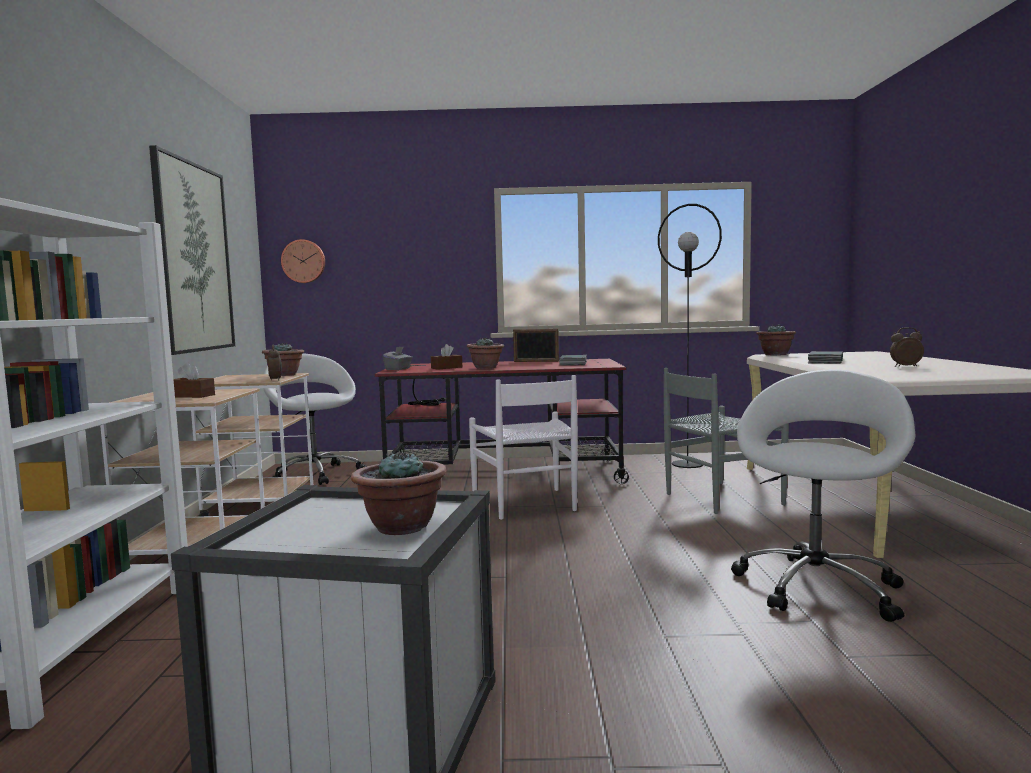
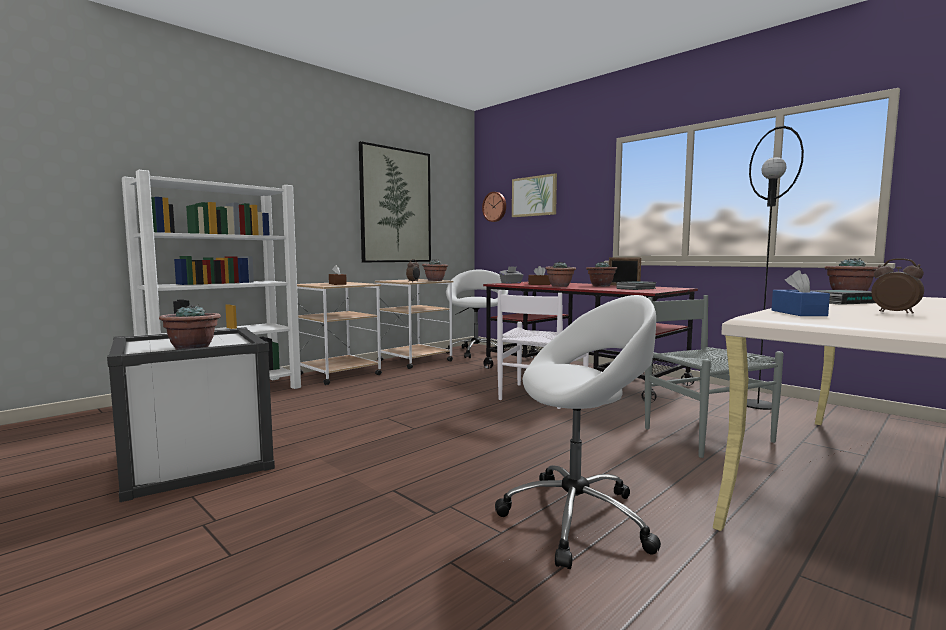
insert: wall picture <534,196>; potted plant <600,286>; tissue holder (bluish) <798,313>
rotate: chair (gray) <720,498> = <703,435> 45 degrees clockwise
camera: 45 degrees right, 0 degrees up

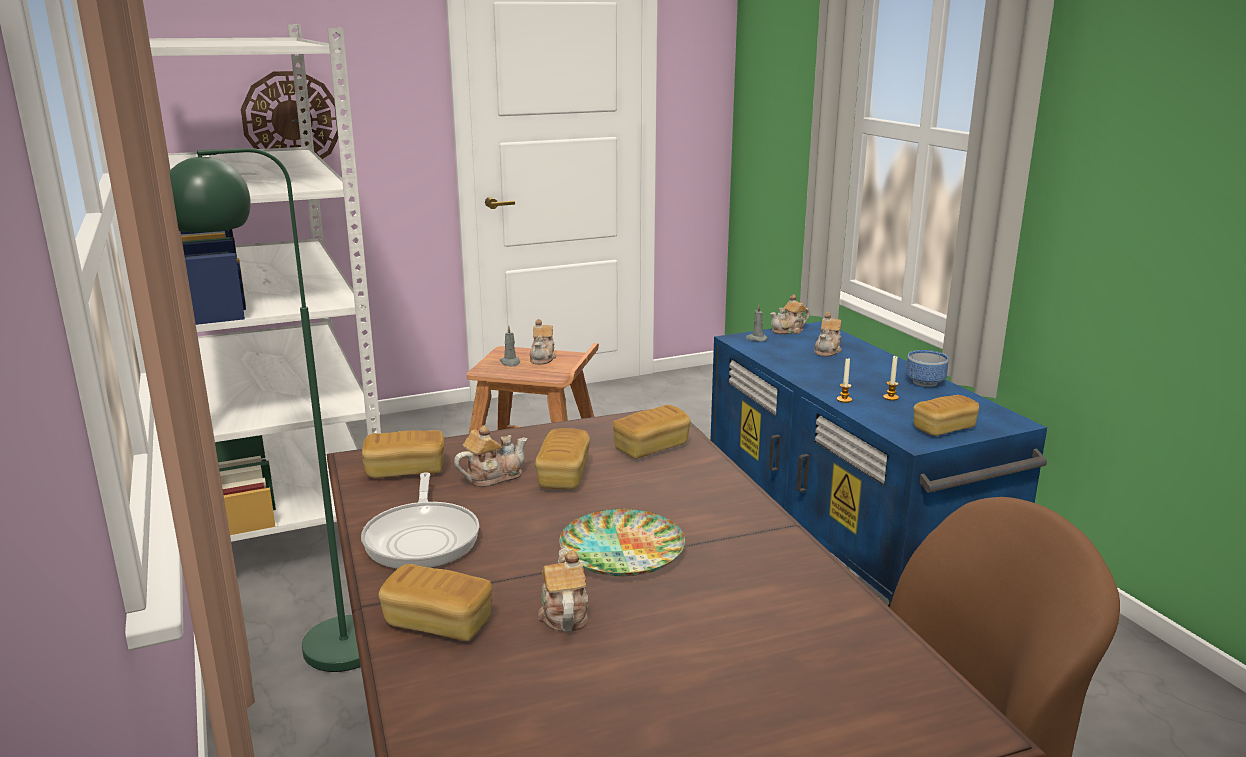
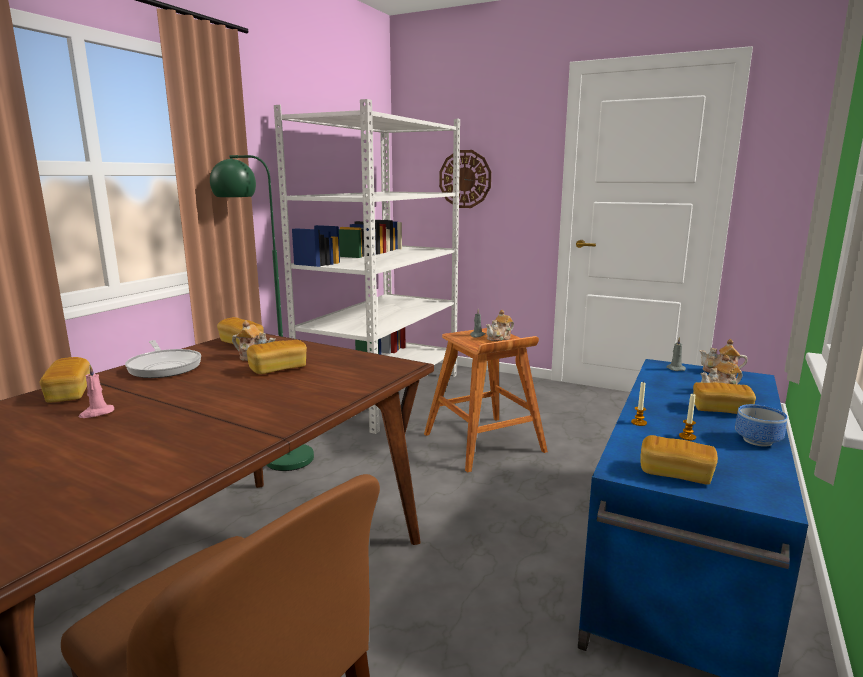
delete: flat dish <621,551>
move: baked bread <651,448> to <721,410>
replace: teapot <563,613> to wax candle (pink) <96,413>
rotate: frying pan <423,538> = <164,366> 75 degrees counterclockwise
camera: 50 degrees right, 5 degrees down

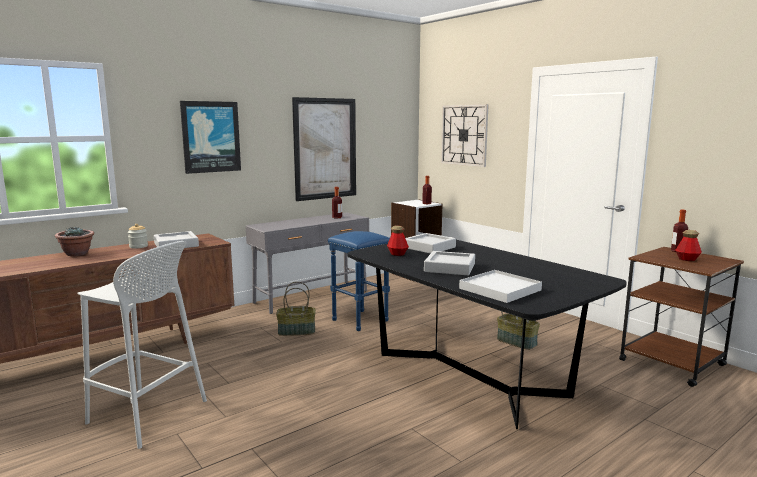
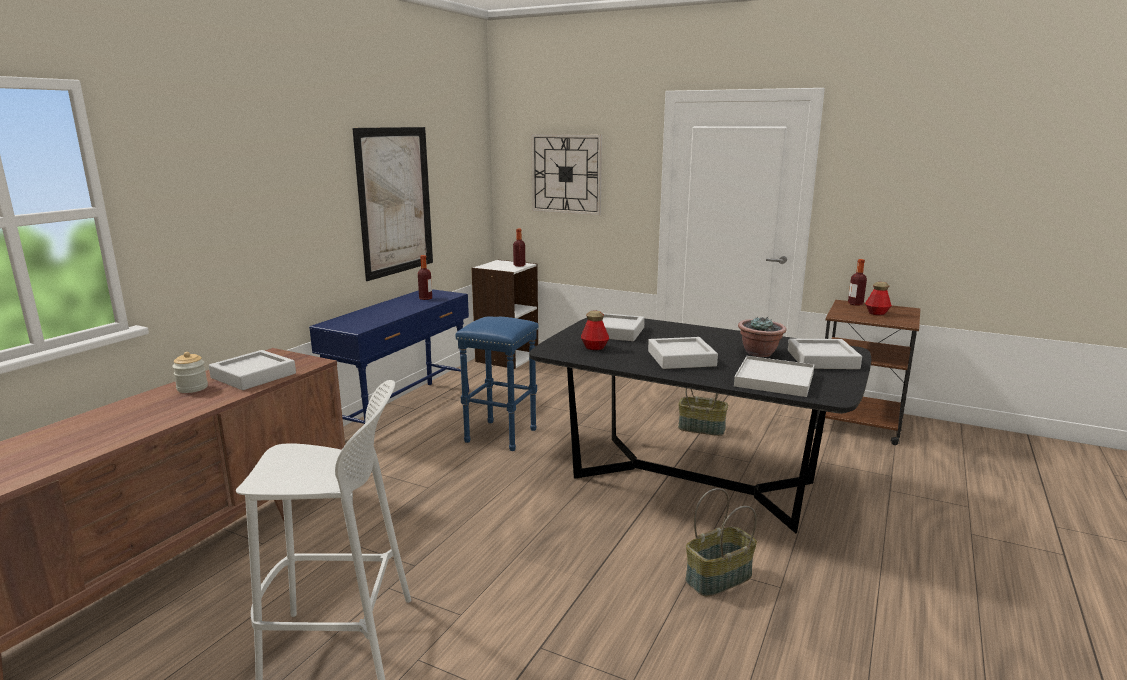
delete: wall picture <211,137>
insert: tray (gray) <822,359>
move: potted plant <77,254> to <759,353>; household basket <296,331> to <719,579>
recolor: narrow table (gray) <312,297> to narrow table (bluish) <404,413>
camera: 25 degrees left, 5 degrees up

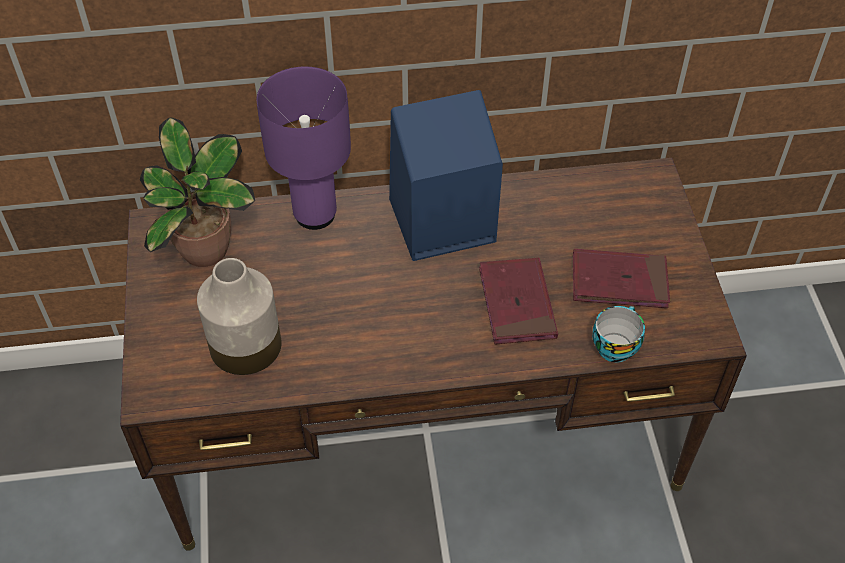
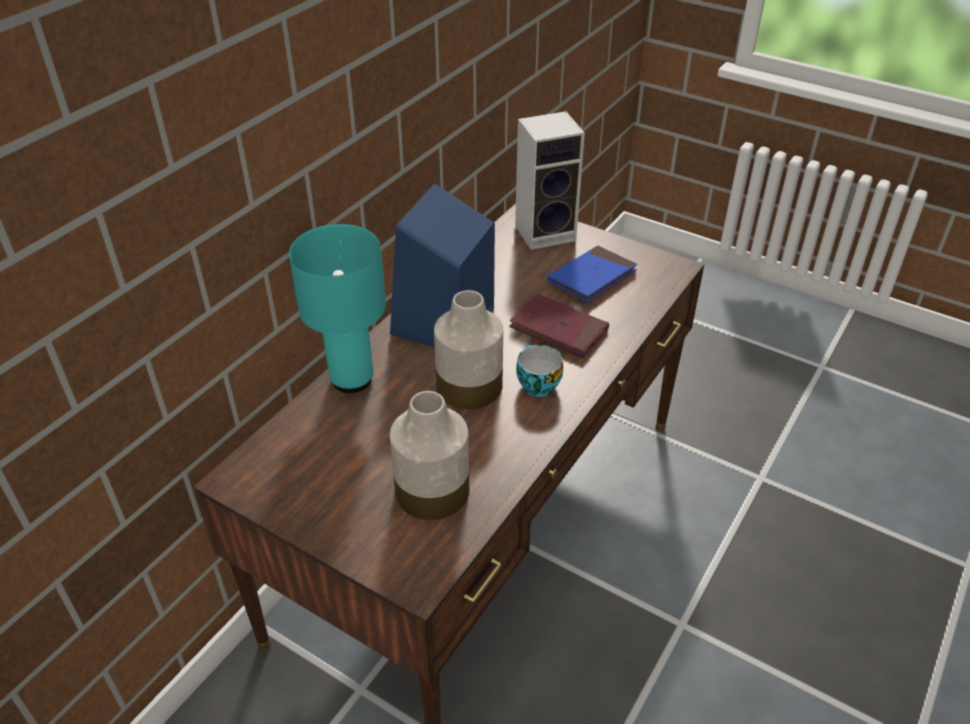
delete: potted plant <207,252>
insert: decorative vase (beige) <468,386>; speaker <547,232>
move: cup <614,345> to <536,385>
recolor: lamp for a table (purple-coloured) <315,214> to lamp for a table (blue-green) <351,379>; bound book (red-coloured) <619,282> to bound book (bluish) <592,277>
camera: 50 degrees left, 10 degrees down

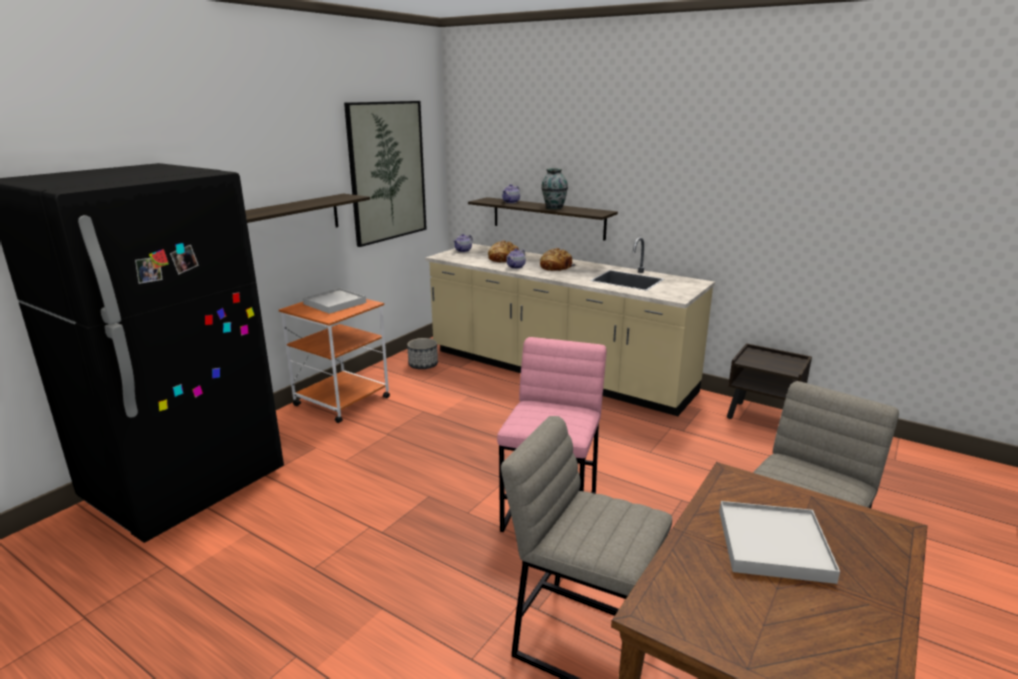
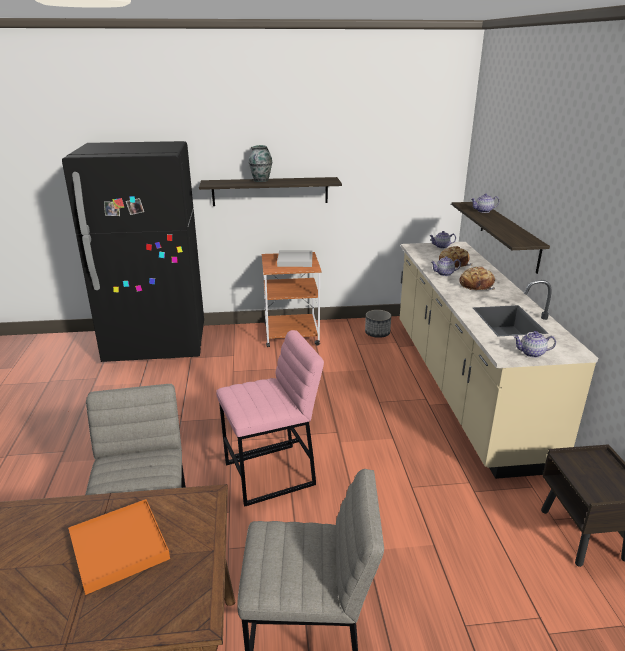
delete: wall picture <387,172>
insert: teapot <531,353>
move: decorative vase <554,207> to <261,180>
recolor: tray (whitish) <773,545> to tray (orange-coloured) <119,547>
camera: 50 degrees right, 5 degrees up

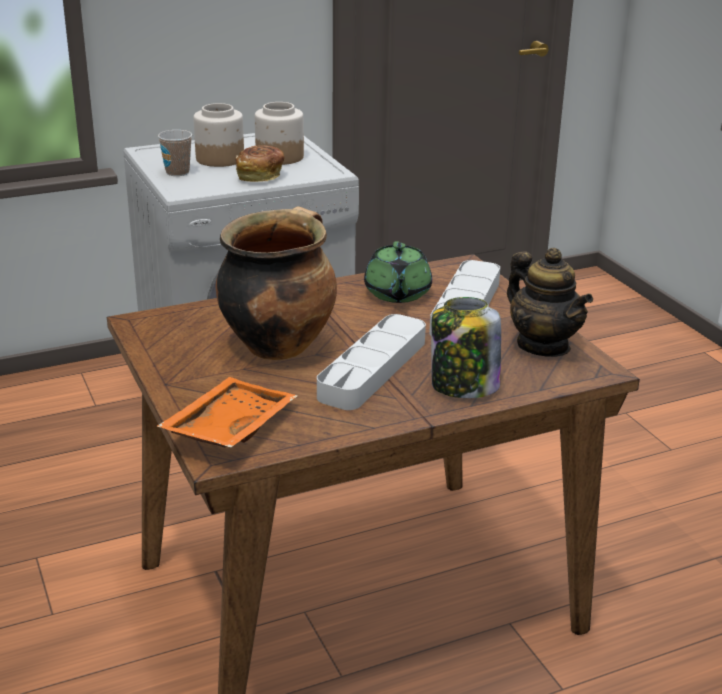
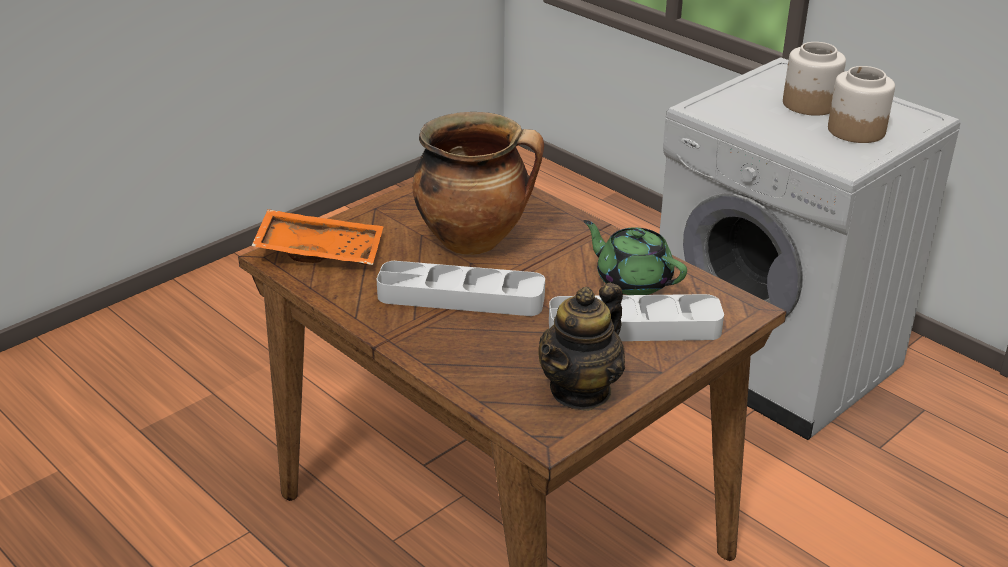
delete: cup <177,172>; baked bread <260,176>; storage jar <463,386>
rotate: teapot (green) <397,294> = <632,280> 60 degrees clockwise
camera: 70 degrees right, 5 degrees up

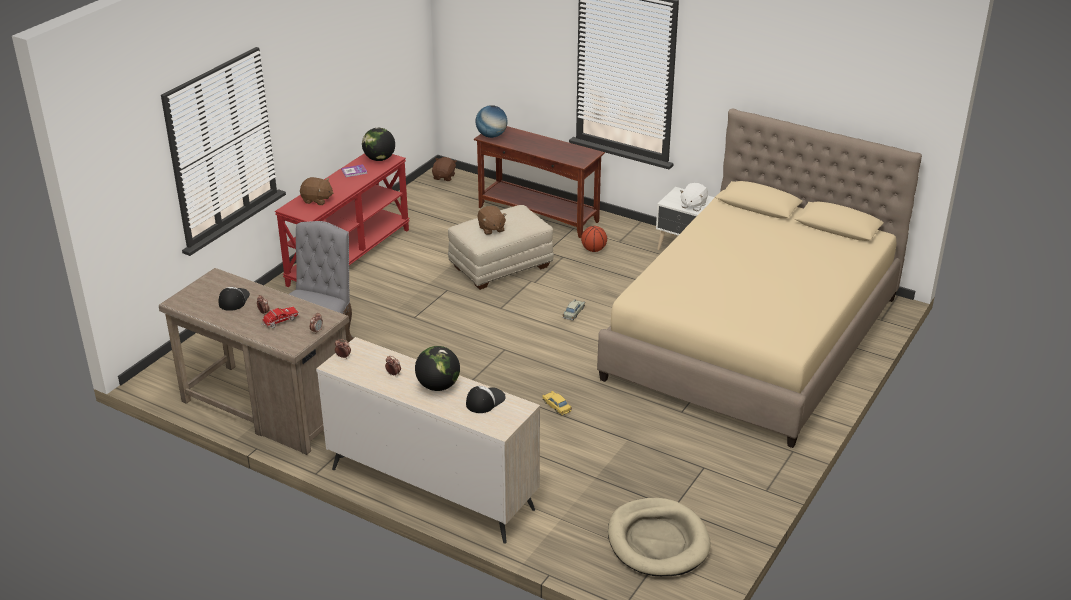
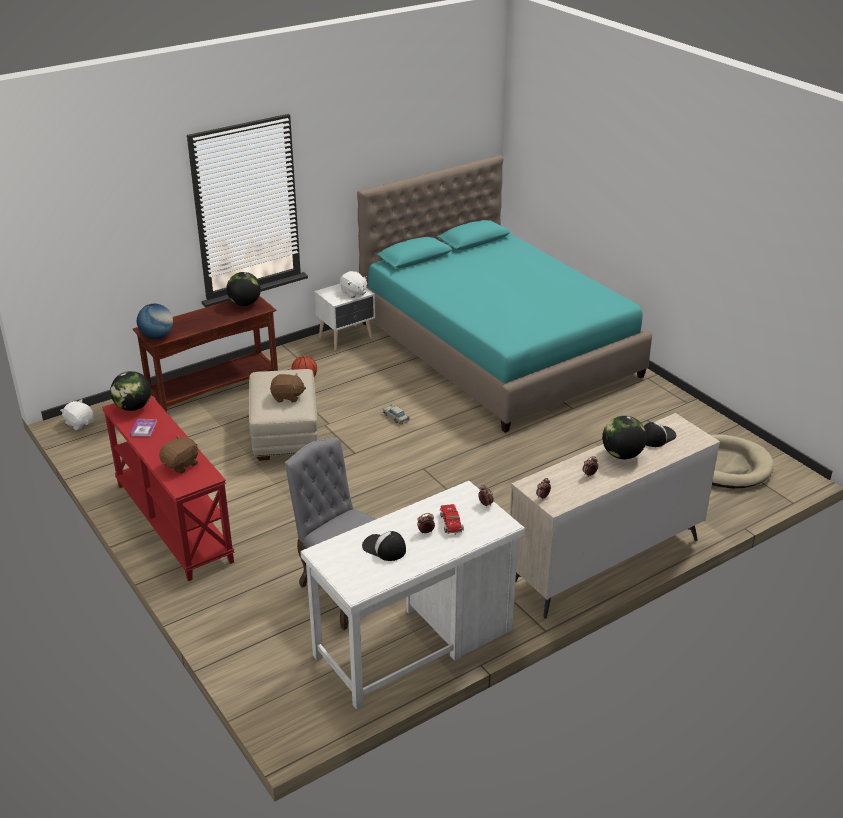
delete: miniature car (yellow-coloured) <556,406>
insert: world globe <245,304>
recolor: desk unit (brown) <266,408> to desk unit (whitish) <414,644>; soft toy (brown) <444,177> to soft toy (whitish) <79,423>; sleeping bed (beige) <754,337> to sleeping bed (blue-green) <497,348>
rotate: peaked cap <485,401> = <657,437> 75 degrees clockwise
camera: 65 degrees left, 0 degrees up

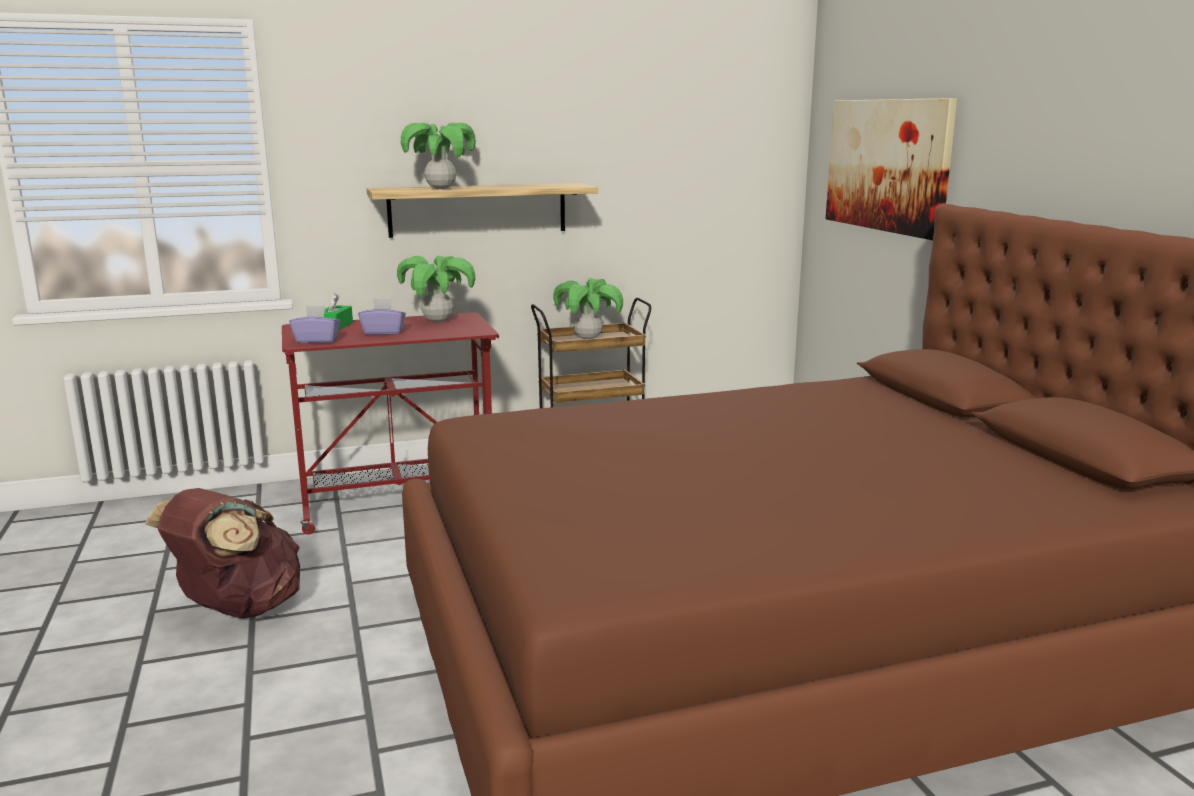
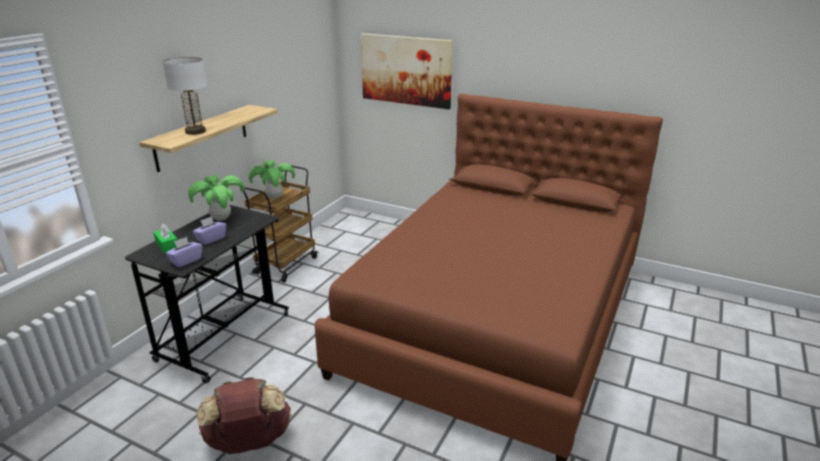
replace: potted plant <441,188> to lamp for a table <195,131>
recolor: desk unit (red-coloured) <400,501> to desk unit (black) <224,336>
camera: 45 degrees left, 10 degrees up

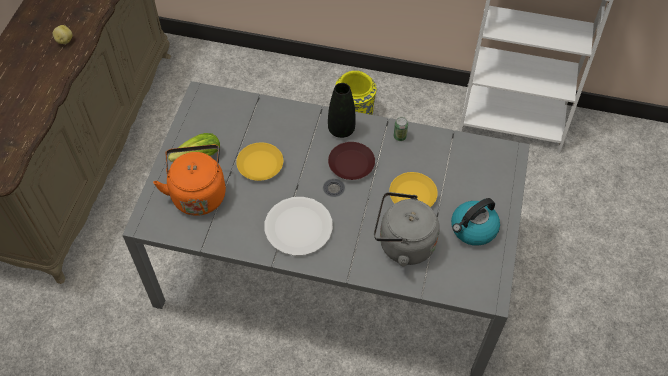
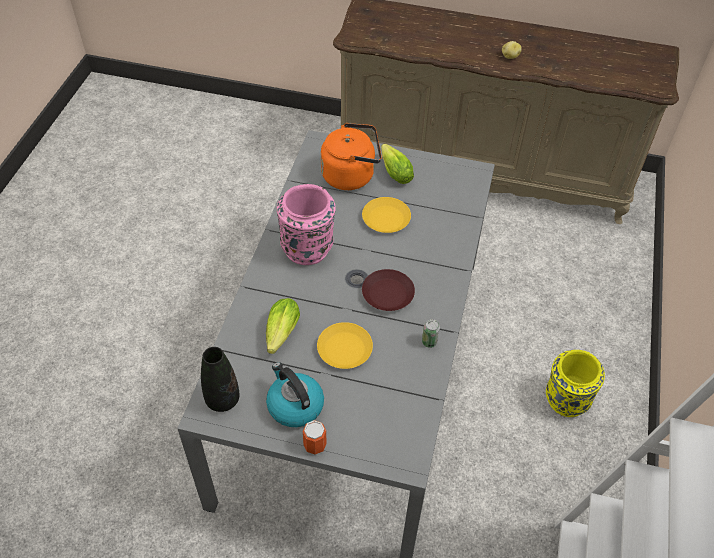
insert: sealed can <315,445>
move: decorative vase (black) <341,130> to <222,400>
replace: flat dish (whitish) <298,227> to decorative vase (pink) <308,248>; tea kettle (gray) <402,244> to head of lettuce <280,335>
camera: 90 degrees right, 5 degrees down

